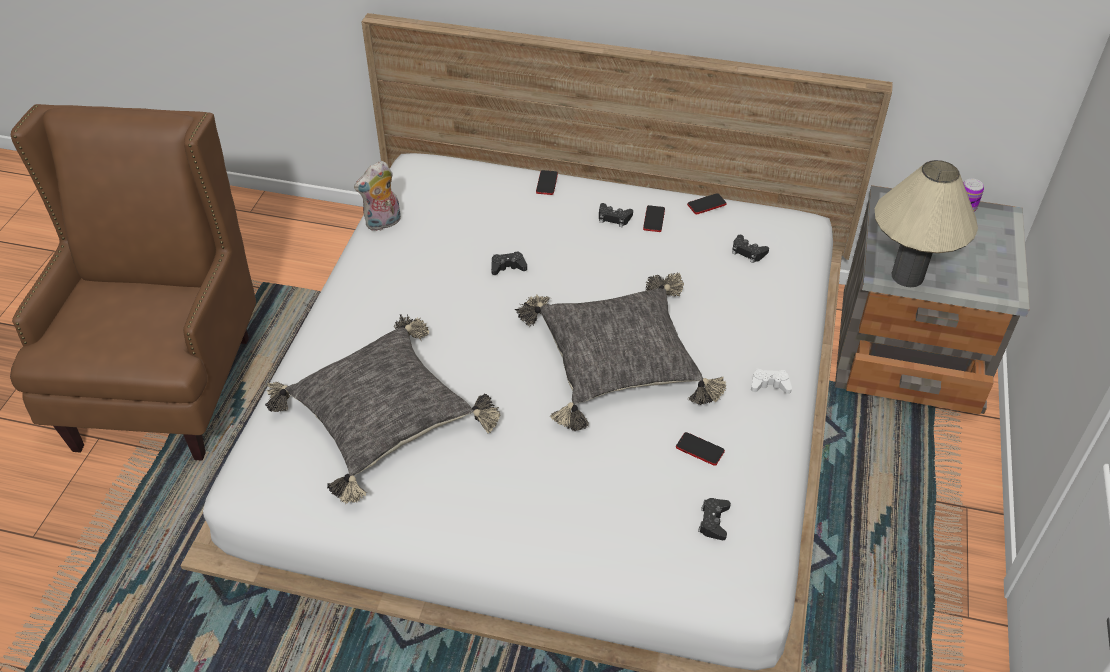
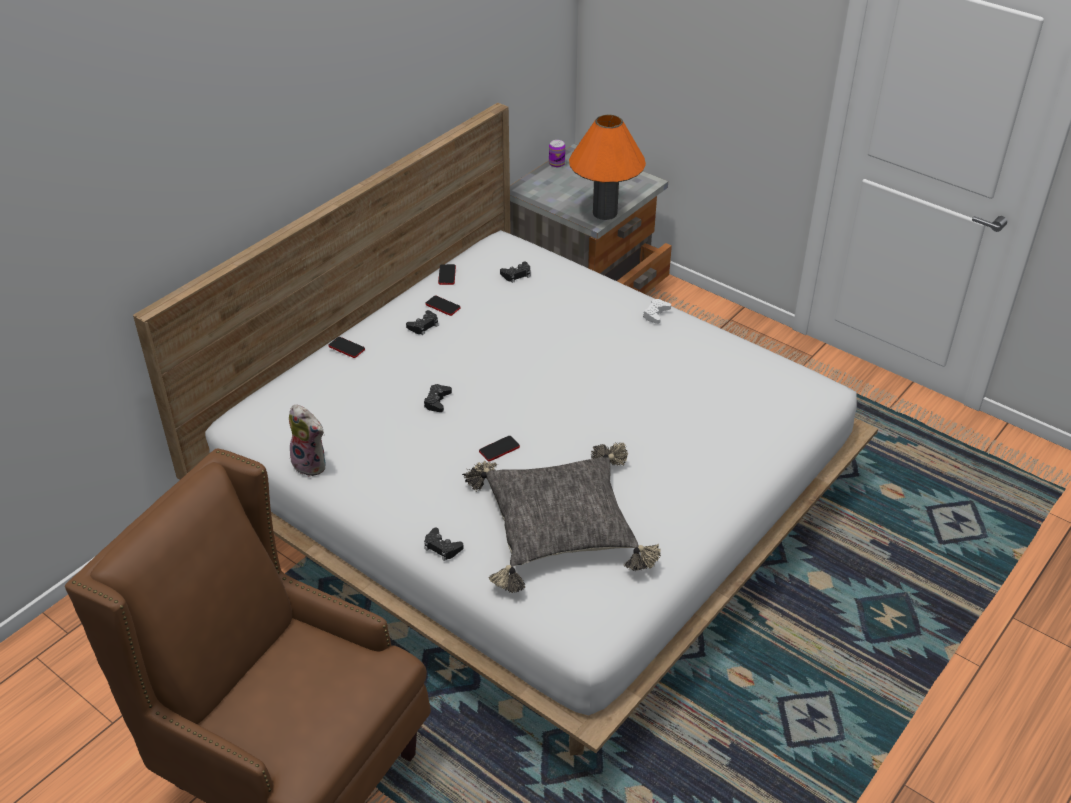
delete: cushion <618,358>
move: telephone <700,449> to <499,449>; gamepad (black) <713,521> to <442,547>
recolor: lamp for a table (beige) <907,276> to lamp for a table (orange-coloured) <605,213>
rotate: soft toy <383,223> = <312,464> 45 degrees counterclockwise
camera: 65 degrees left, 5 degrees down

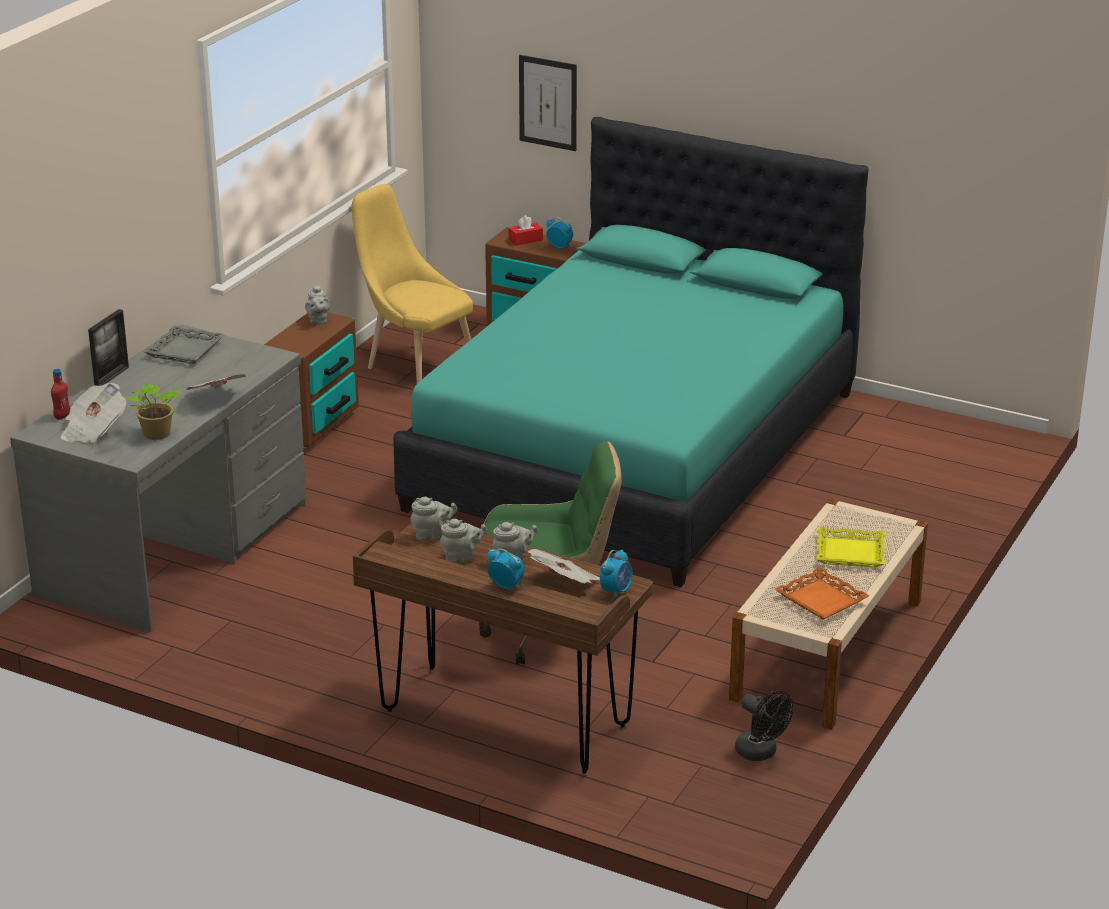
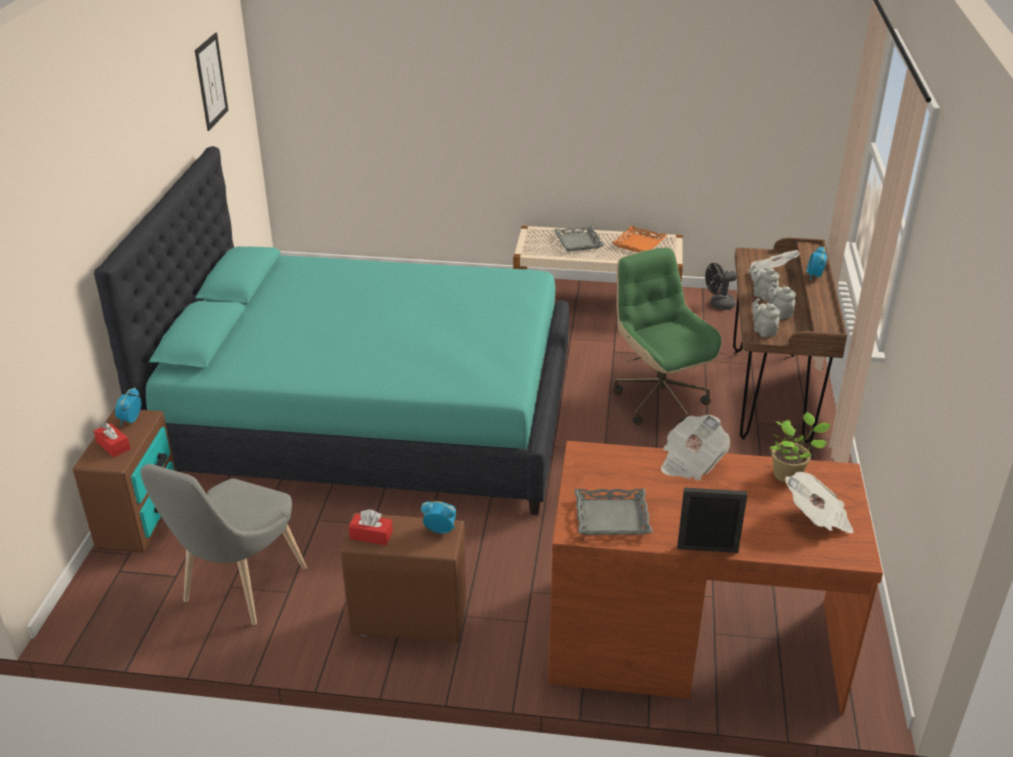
delete: drink bottle (red-coloured) <62,416>
move: wall picture <548,102> to <211,81>; table clock <616,591> to <440,530>
replace: teapot (gray) <318,320> to tissue holder (red-coloured) <371,535>
recolor: desk unit (gray) <176,548> to desk unit (brown) <692,639>; chair (yellow-coloured) <416,366> to chair (gray) <239,589>; tray (yellow-coloured) <850,552> to tray (gray) <577,242>
rotate: fan (black) <761,753> = <718,305> 135 degrees counterclockwise
camera: 110 degrees left, 5 degrees up

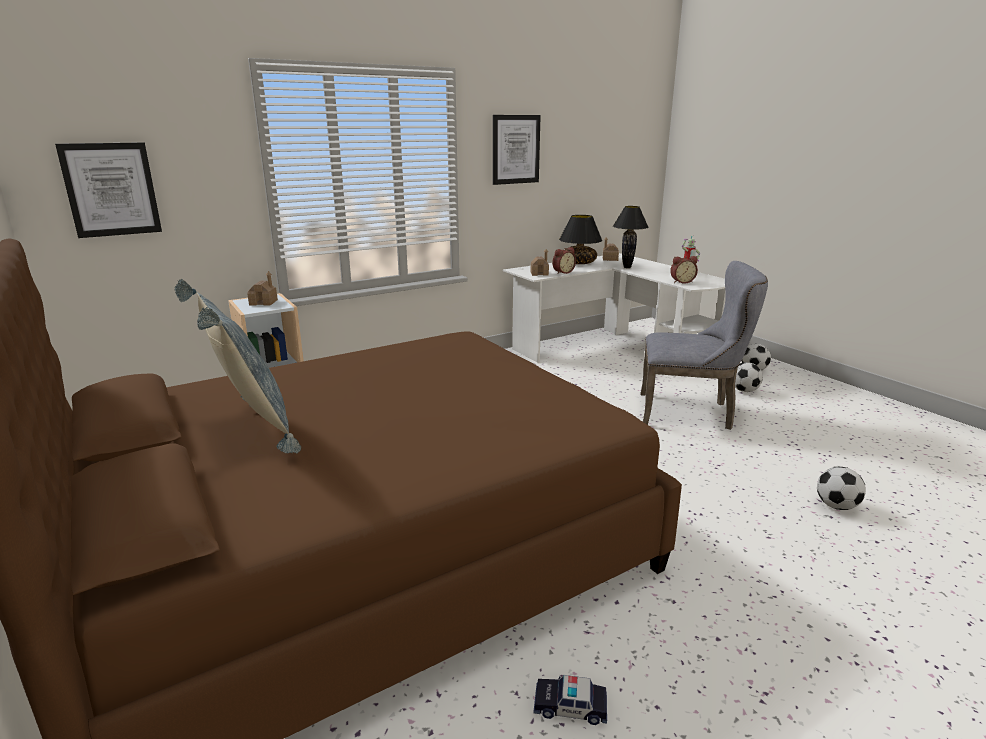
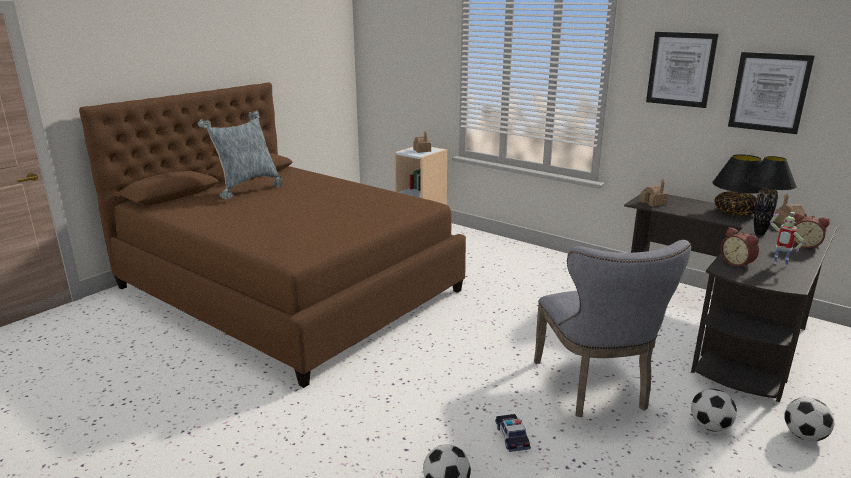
move: wall picture <111,189> to <769,92>; miniature car <570,707> to <512,437>; table clock <562,272> to <804,245>
recolor: desk unit (whitish) <613,349> to desk unit (black) <724,326>
camera: 70 degrees right, 0 degrees up

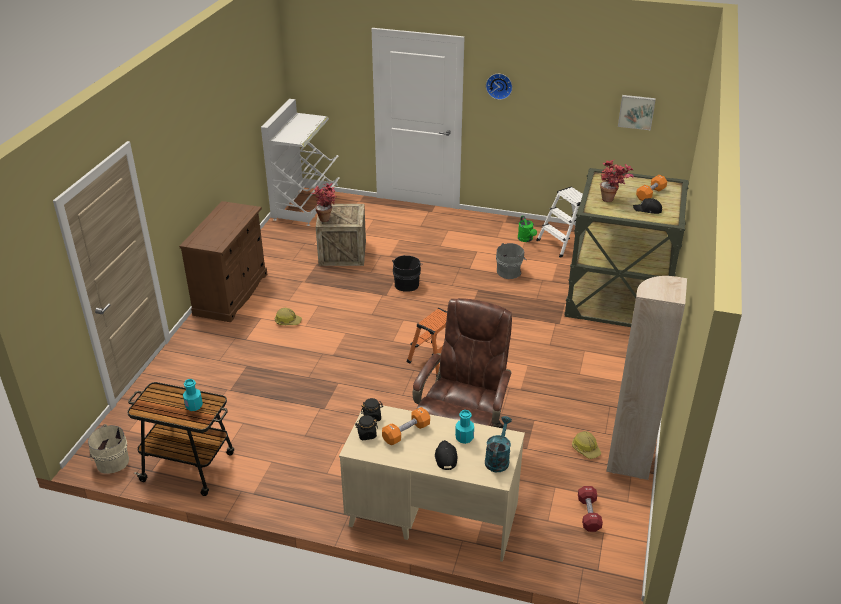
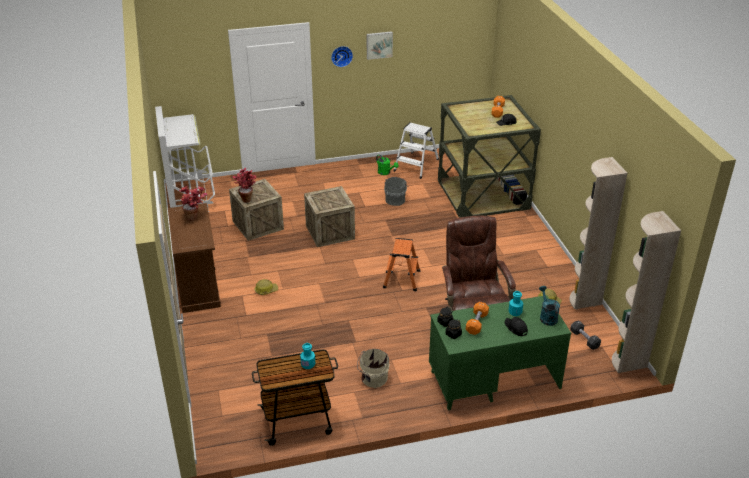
insert: shelving unit (beige) <626,363>
move: bucket (beige) <111,462> to <373,379>; potted plant <612,200> to <195,217>; wall picture <636,111> to <379,44>
replace: bucket (black) <407,284> to crate <330,232>
recolor: desk unit (beige) <431,515> to desk unit (green) <493,380>; dumbbell (red-coloured) <588,514> to dumbbell (black) <584,339>
camera: 30 degrees left, 0 degrees up

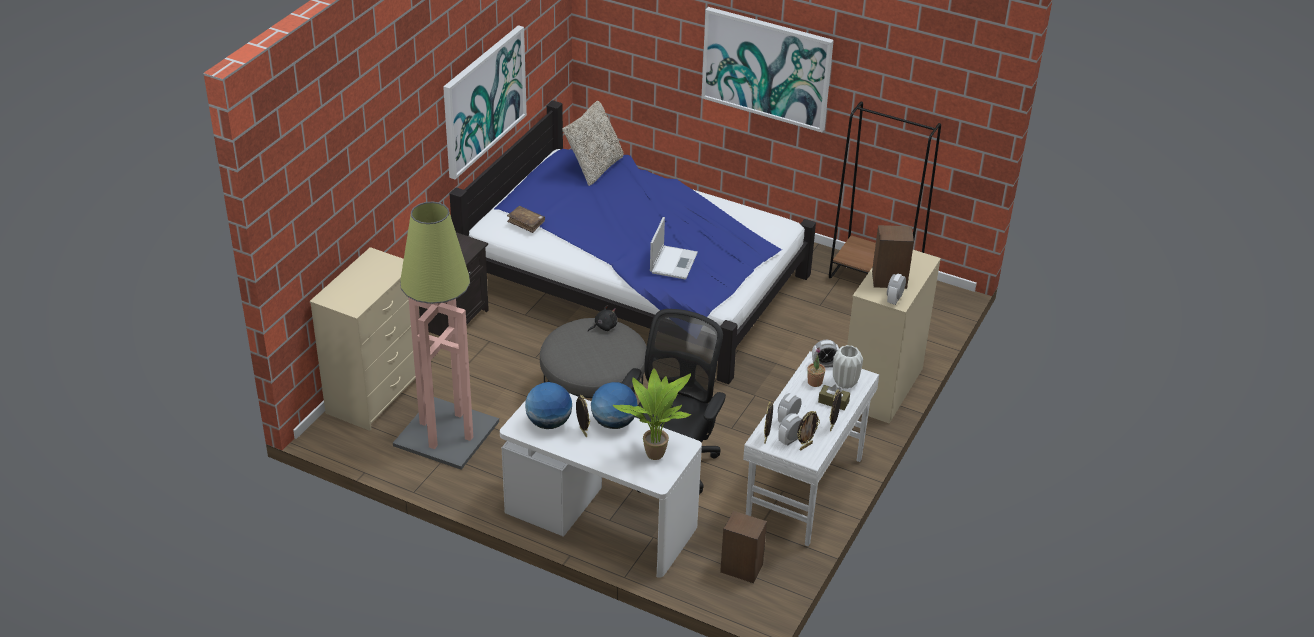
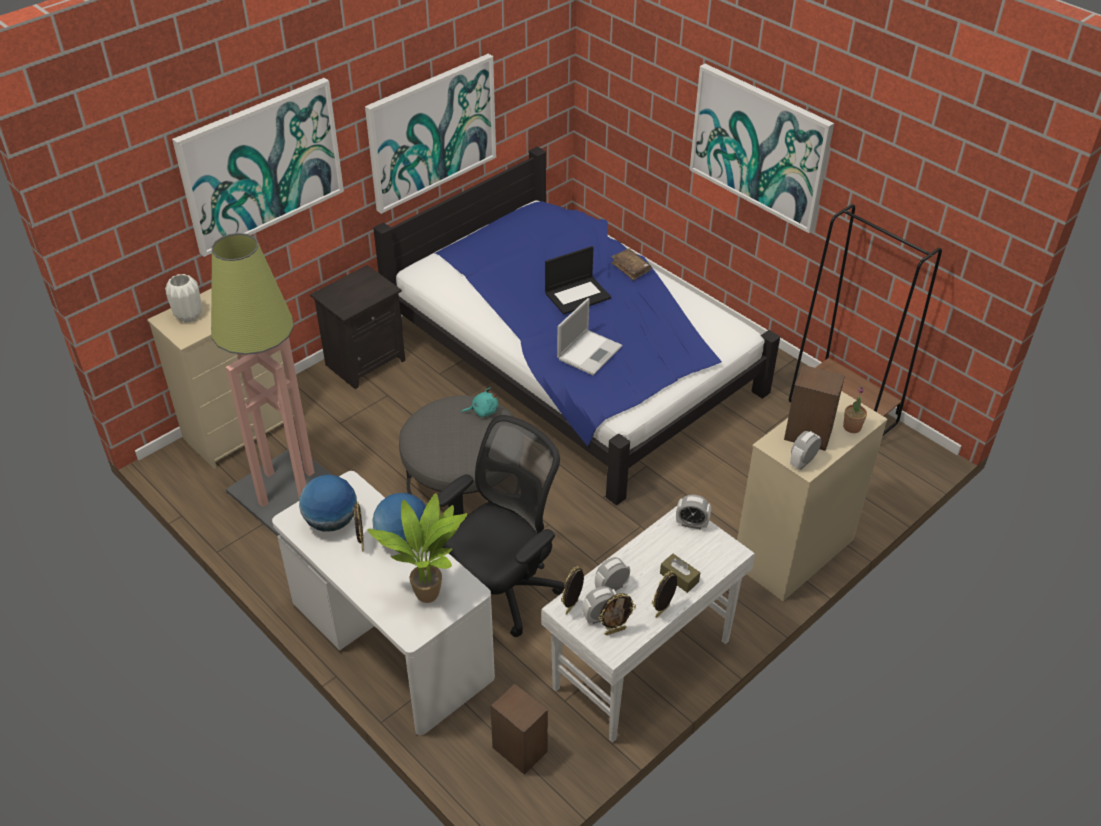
delete: cushion (beige) <594,167>
insert: wall picture <261,165>; portable computer <578,295>
move: bound book (brown) <526,222> to <631,268>; potted plant <815,382> to <852,427>; decorative vase (whitish) <845,383> to <189,316>
recolor: soft toy (black) <604,327> to soft toy (blue-green) <483,411>
camera: 20 degrees right, 5 degrees up

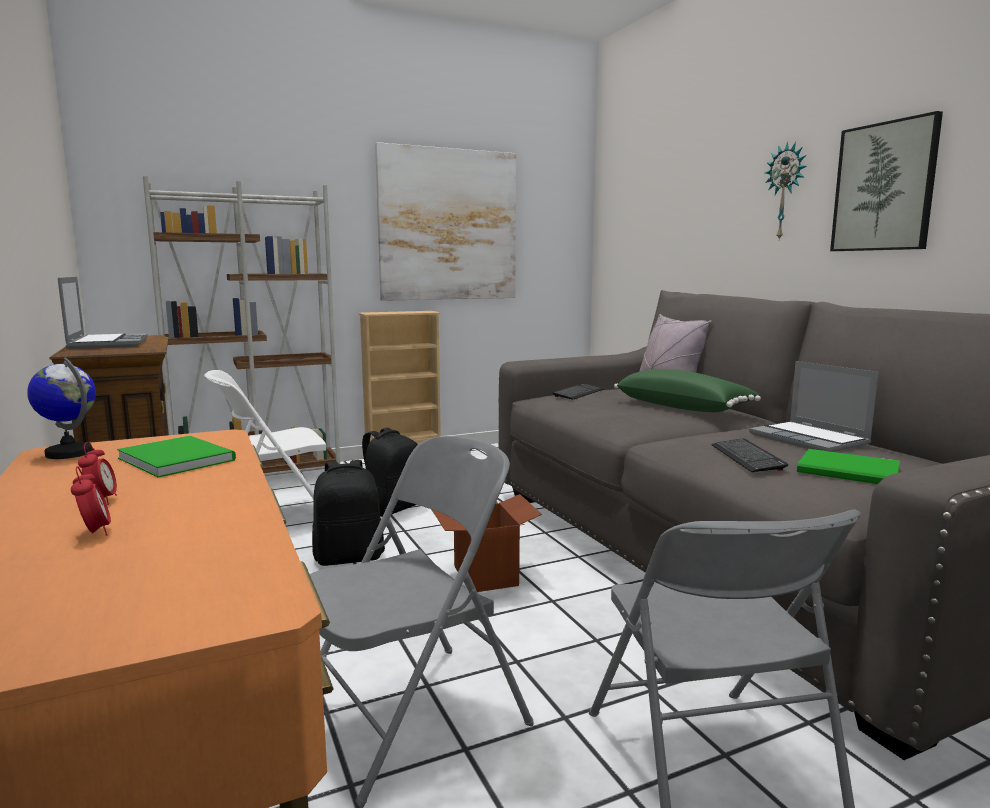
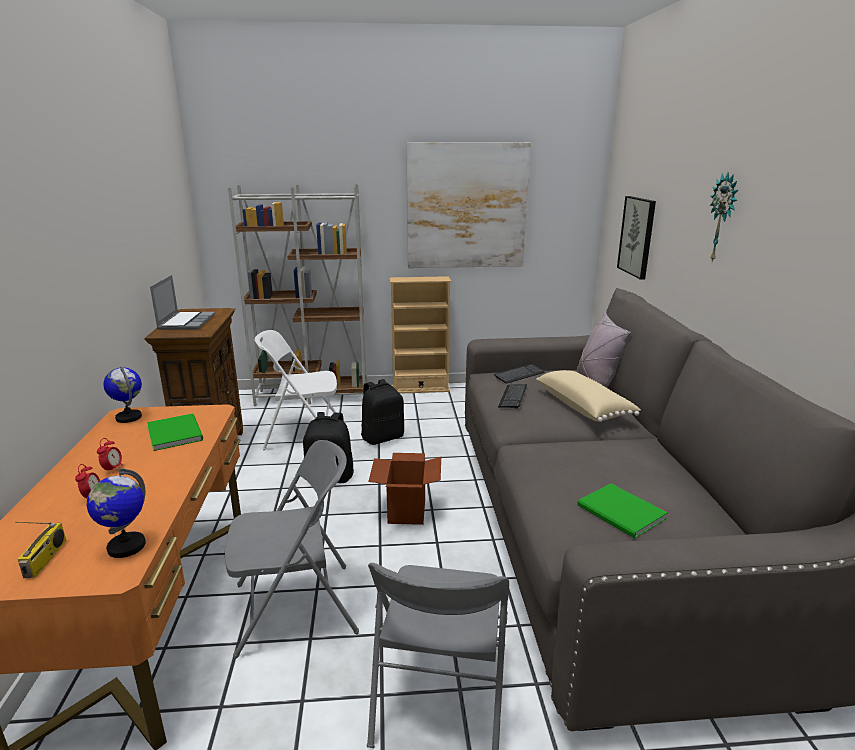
delete: portable computer <810,439>
insert: radio set <46,559>; world globe <126,546>
move: computer keyboard <747,457> to <513,397>; wall picture <884,187> to <637,236>
recolor: cushion (green) <684,407> to cushion (beige) <584,407>
camera: 20 degrees right, 10 degrees up

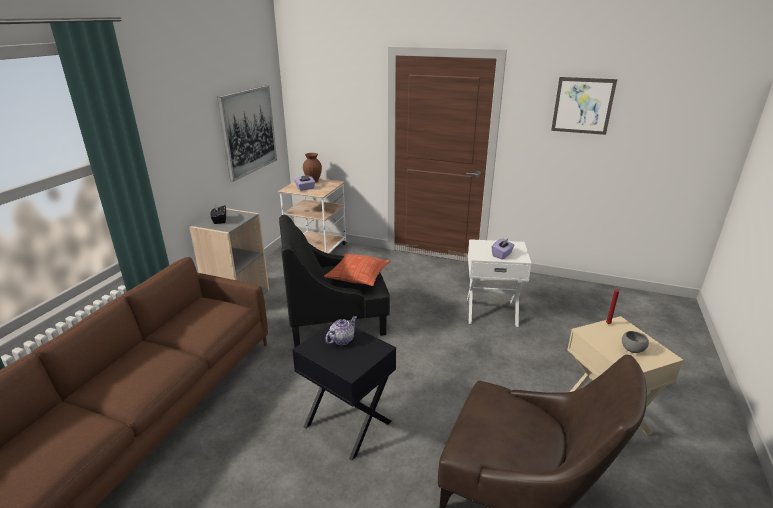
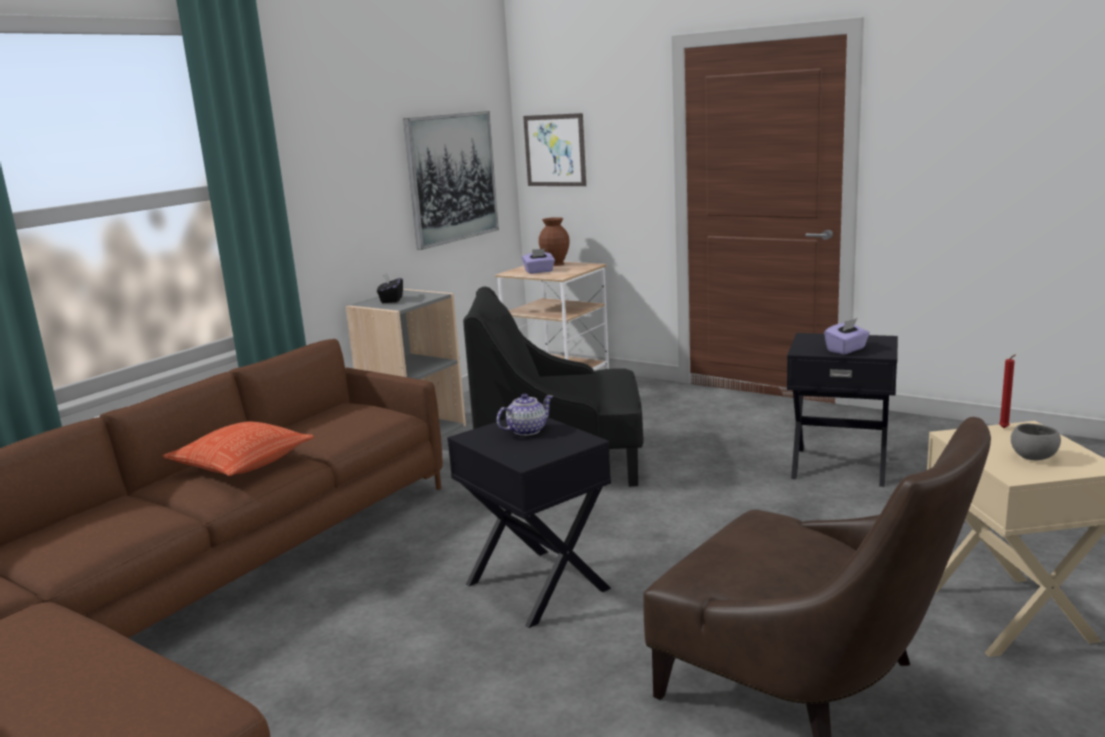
move: cushion (orange-coloured) <358,277> to <242,464>; wall picture <582,105> to <555,150>
recolor: side table (whitish) <491,311> to side table (black) <839,465>
camera: 15 degrees right, 10 degrees down

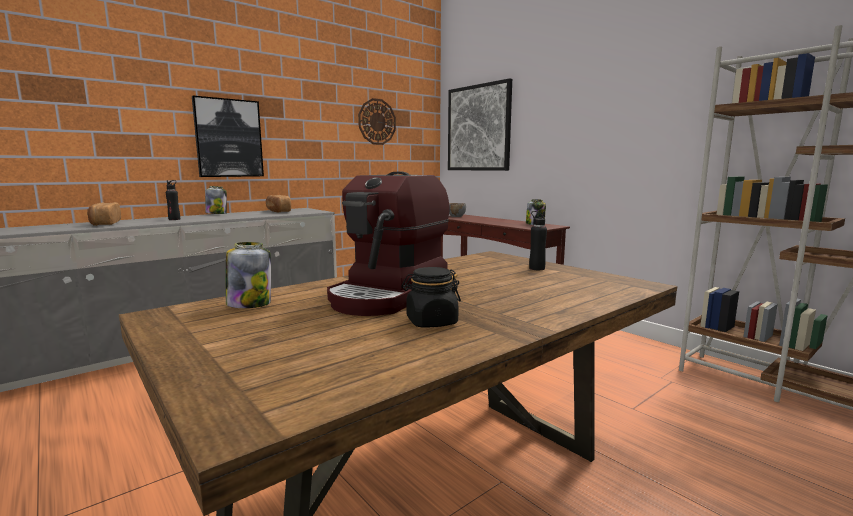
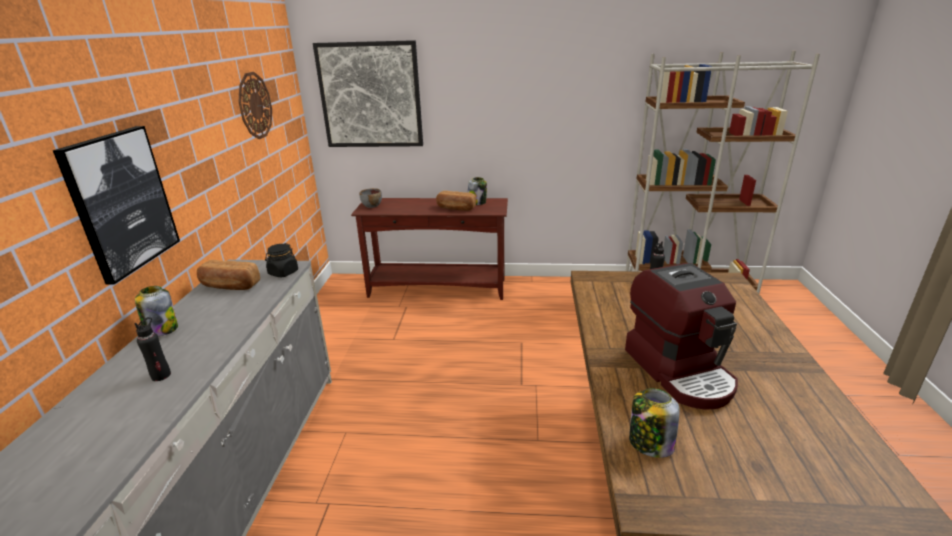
move: baked bread <105,223> to <456,208>; storage jar (black) <431,322> to <283,273>
camera: 45 degrees left, 15 degrees up

